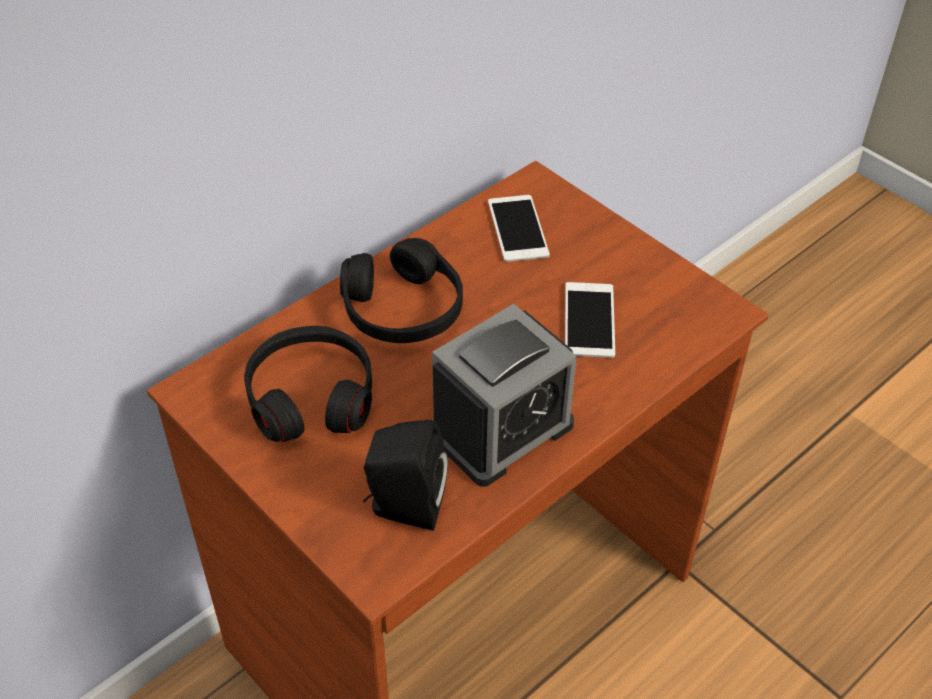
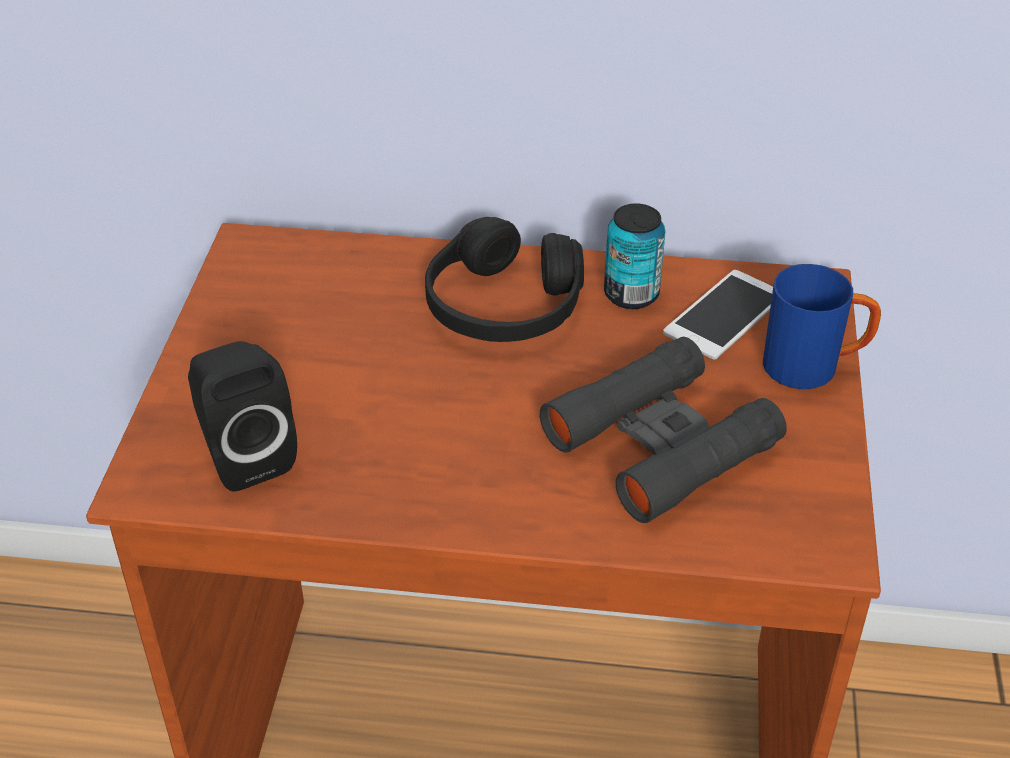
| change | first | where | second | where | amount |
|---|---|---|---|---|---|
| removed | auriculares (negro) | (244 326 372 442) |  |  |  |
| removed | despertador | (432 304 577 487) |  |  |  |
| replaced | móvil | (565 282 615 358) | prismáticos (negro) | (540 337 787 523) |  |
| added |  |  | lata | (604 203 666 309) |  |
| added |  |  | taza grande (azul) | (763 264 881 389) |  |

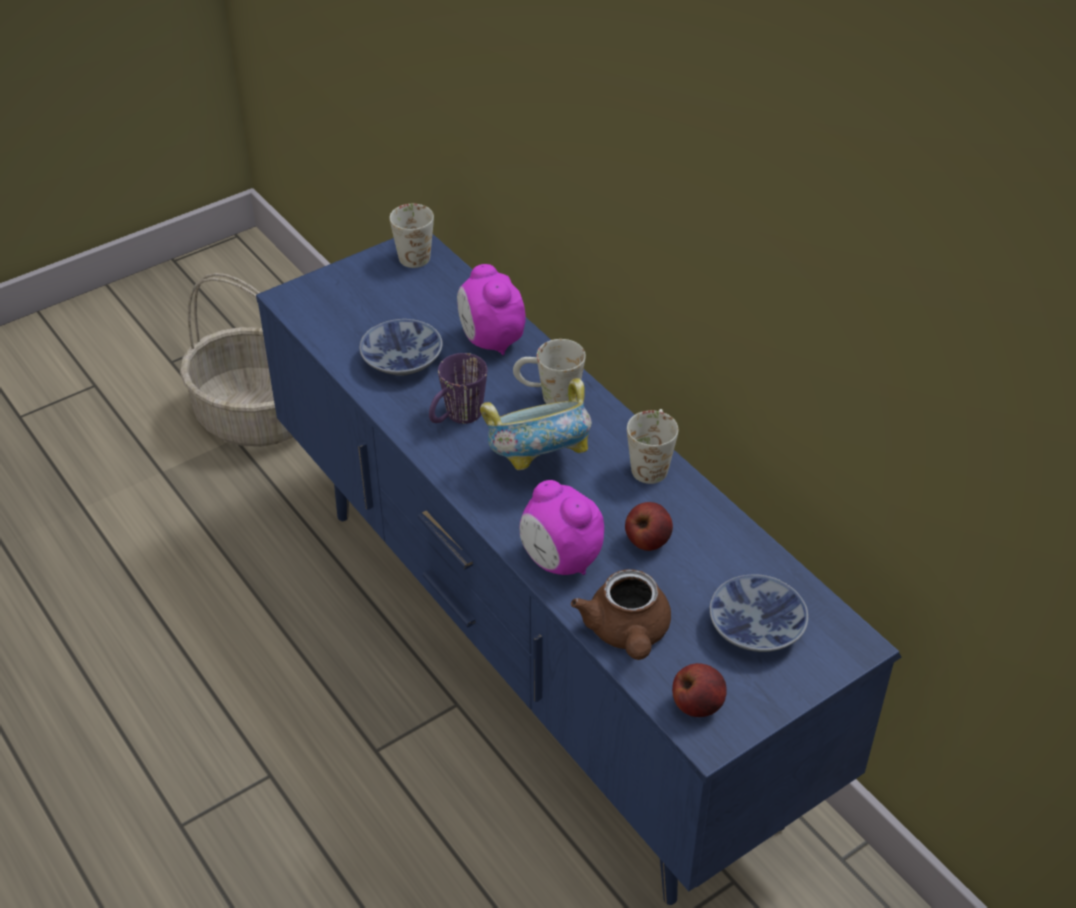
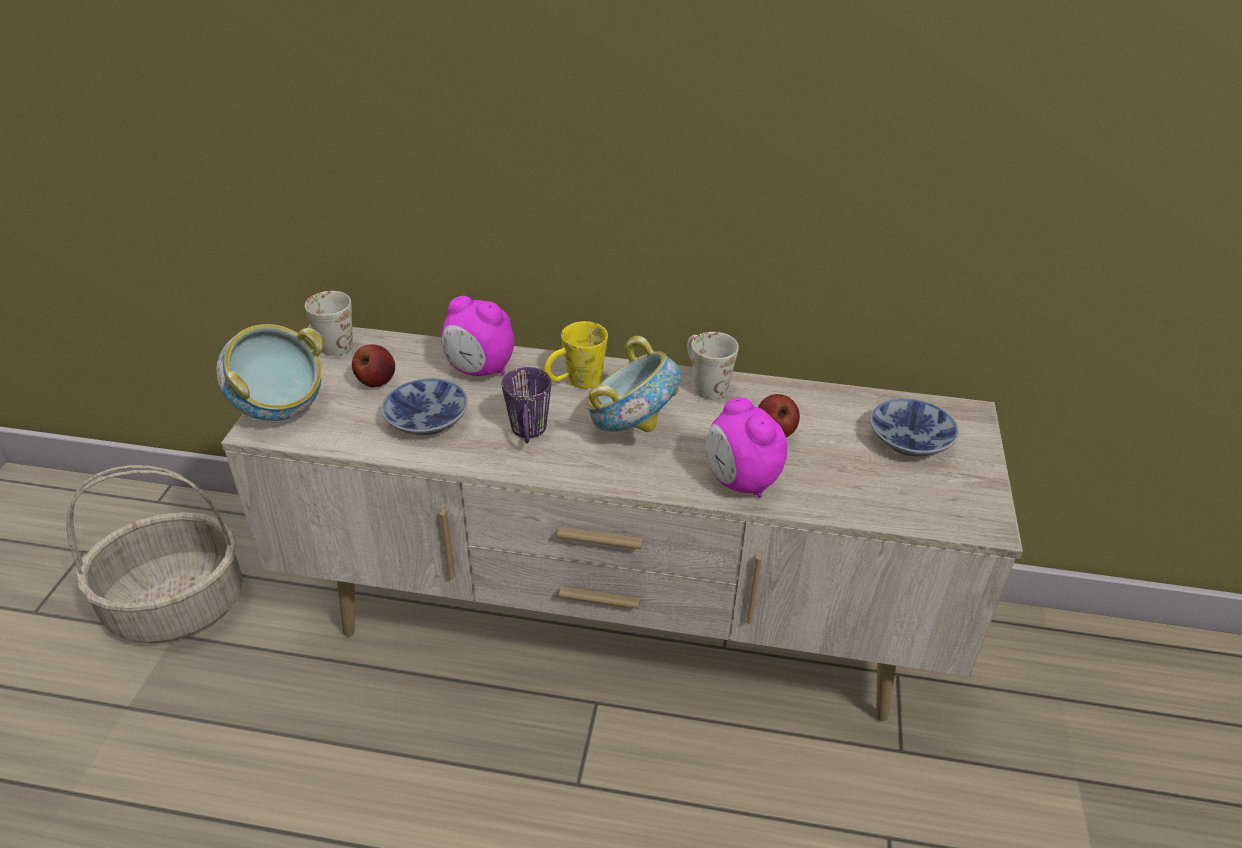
| change | first | where | second | where | amount |
|---|---|---|---|---|---|
| recoloured | mueble de televisión (azul) | (256 234 902 905) | mueble de televisión (beis) | (221 323 1023 721) |  |
| recoloured | taza grande (blanco) | (513 339 586 404) | taza grande (amarillo) | (544 321 608 388) |  |
| turned | despertador | (520 480 604 575) |  | (706 398 787 498) | 60 degrees clockwise |
| removed | tetera (marrón) | (571 569 671 660) |  |  |  |
| moved | manzana | (672 663 727 717) |  | (352 345 395 387) |  |
| added |  |  | cuenco | (216 324 323 421) |  |

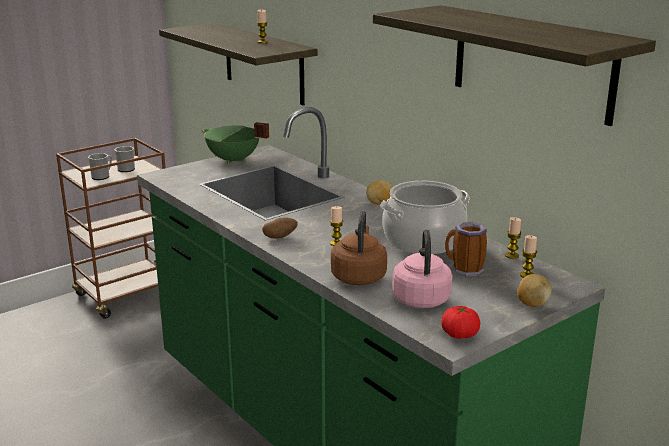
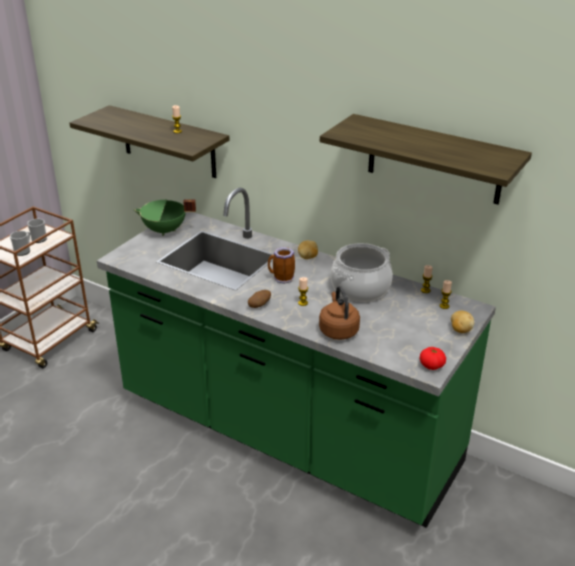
| change | first | where | second | where | amount |
|---|---|---|---|---|---|
| removed | hervidor (rosa) | (392 229 452 308) |  |  |  |
| moved | taza grande | (445 222 487 276) |  | (268 247 295 284) |  |

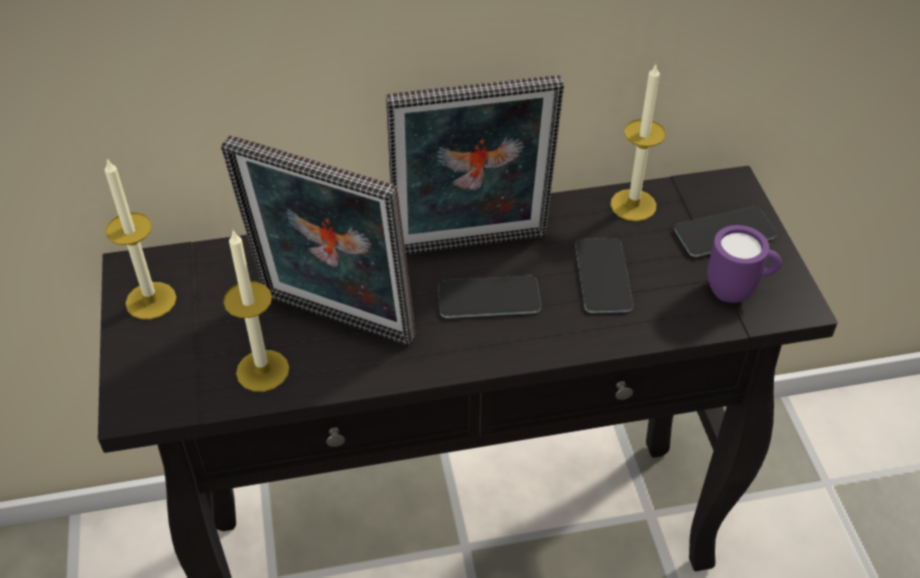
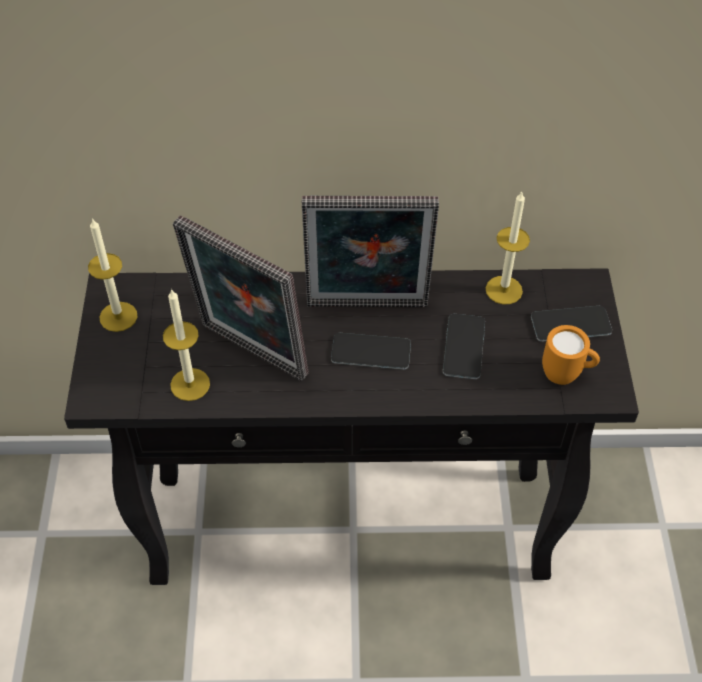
| change | first | where | second | where | amount |
|---|---|---|---|---|---|
| recoloured | taza grande (morado) | (707 225 782 303) | taza grande (naranja) | (542 325 600 385) |  |

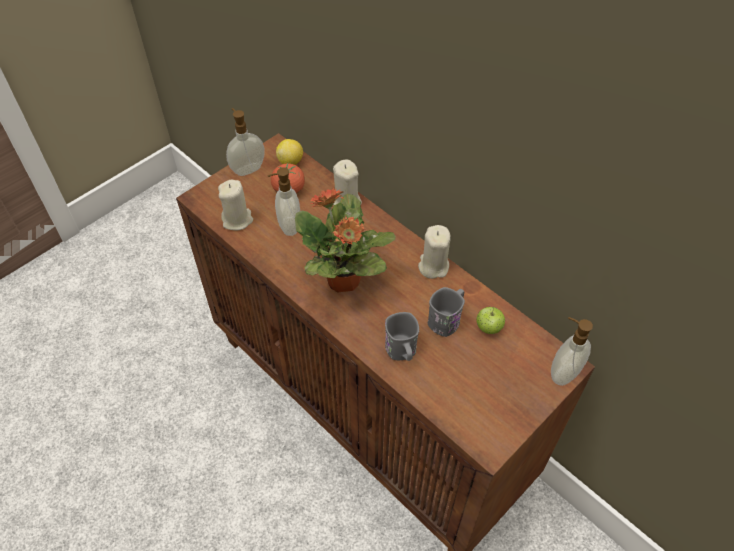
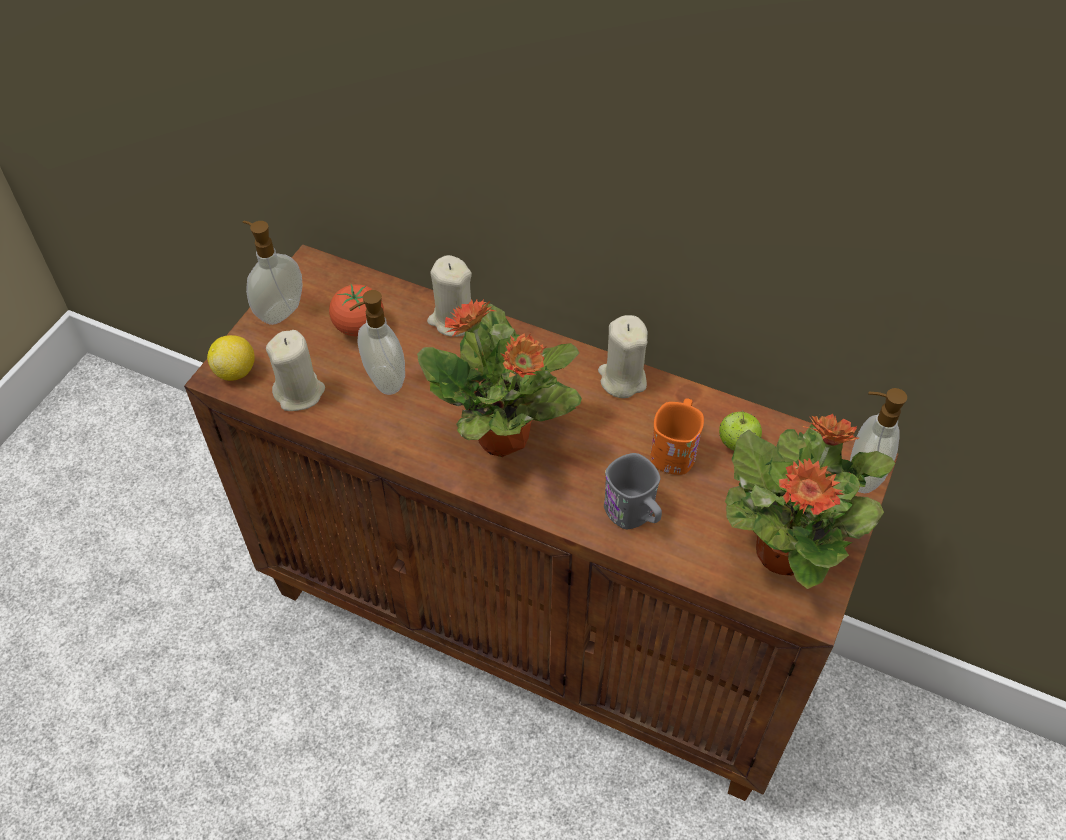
| change | first | where | second | where | amount |
|---|---|---|---|---|---|
| moved | limón | (276 139 303 165) |  | (207 335 255 381) |  |
| recoloured | taza grande (gris) | (428 287 465 337) | taza grande (naranja) | (650 398 704 475) |  |
| added |  |  | planta en maceta | (725 414 895 589) |  |

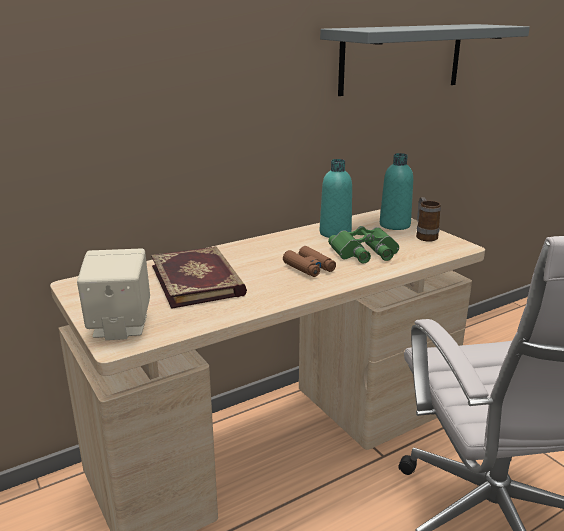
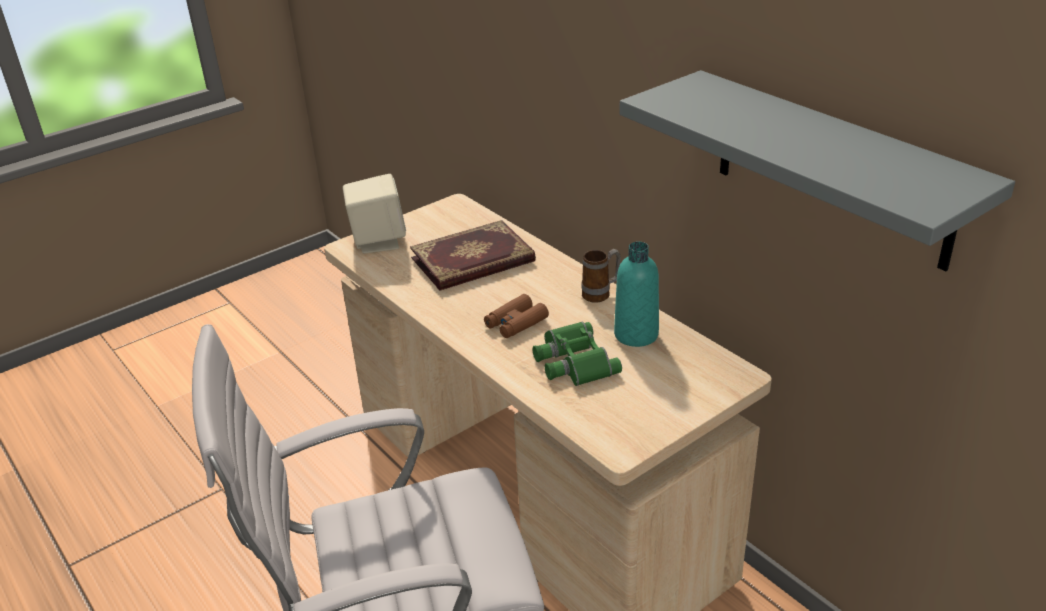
| change | first | where | second | where | amount |
|---|---|---|---|---|---|
| removed | botella (turquesa) | (380 153 413 230) |  |  |  |
| moved | taza grande | (416 197 441 242) |  | (581 249 621 303) |  |

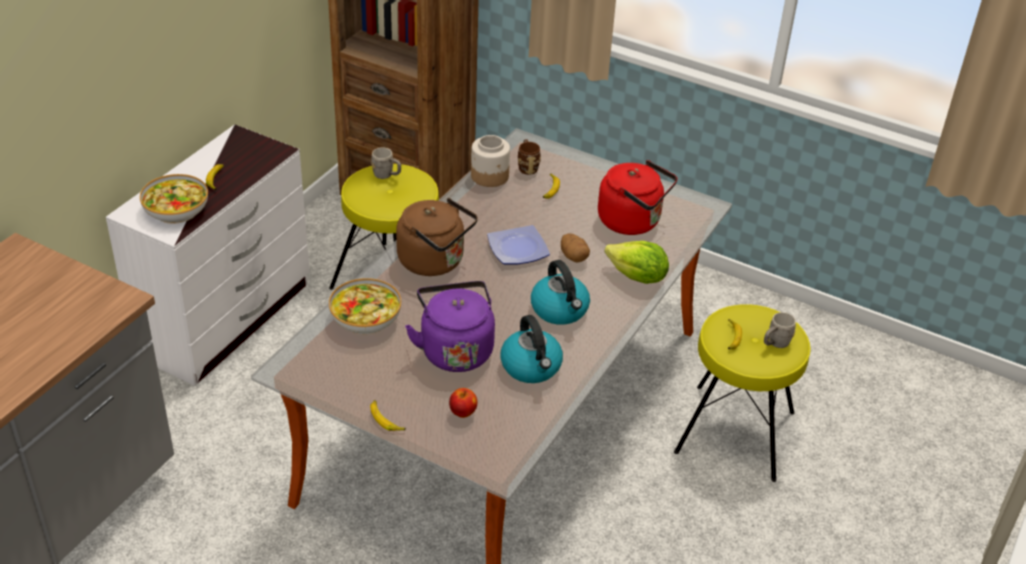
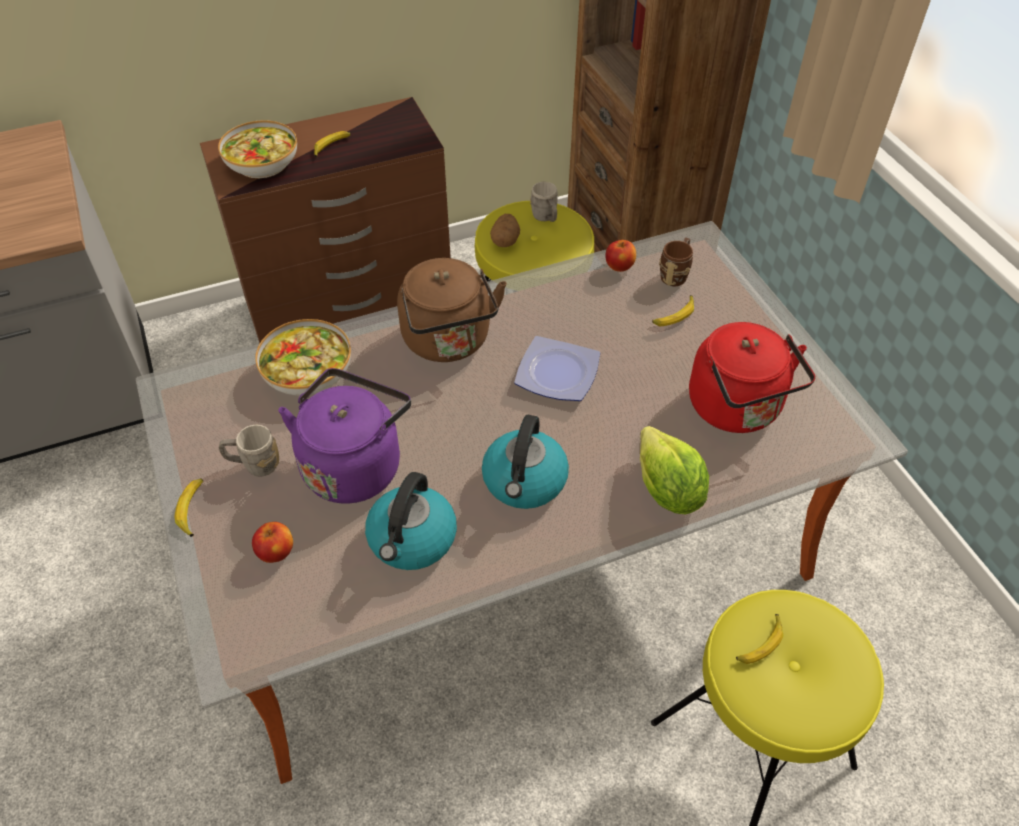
| change | first | where | second | where | amount |
|---|---|---|---|---|---|
| recoloured | cómoda (blanco) | (106 124 310 386) | cómoda (marrón) | (200 97 451 343) |  |
| replaced | tarro | (471 135 510 187) | manzana | (605 240 636 272) |  |
| moved | patata | (561 233 590 263) |  | (490 214 520 247) |  |
| moved | taza grande (gris) | (764 312 796 348) |  | (219 425 279 477) |  |

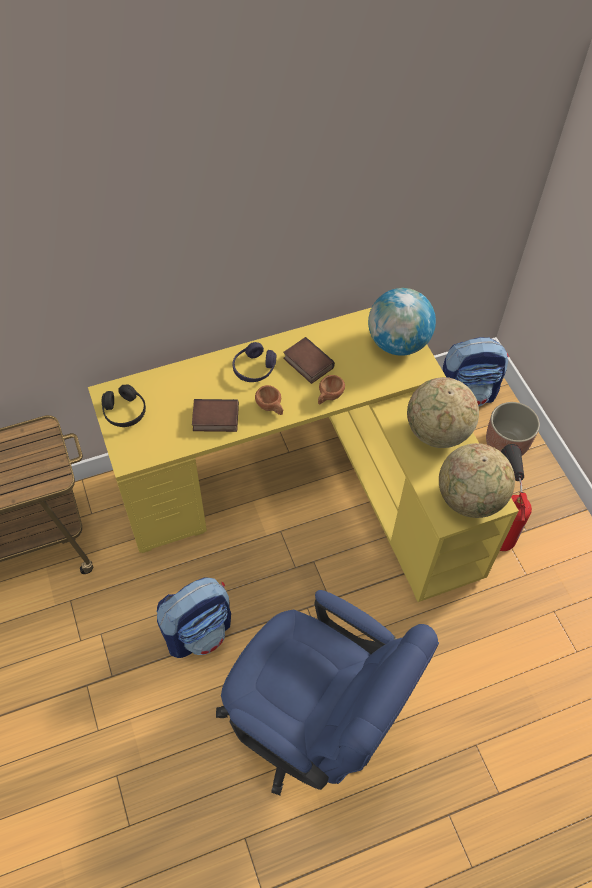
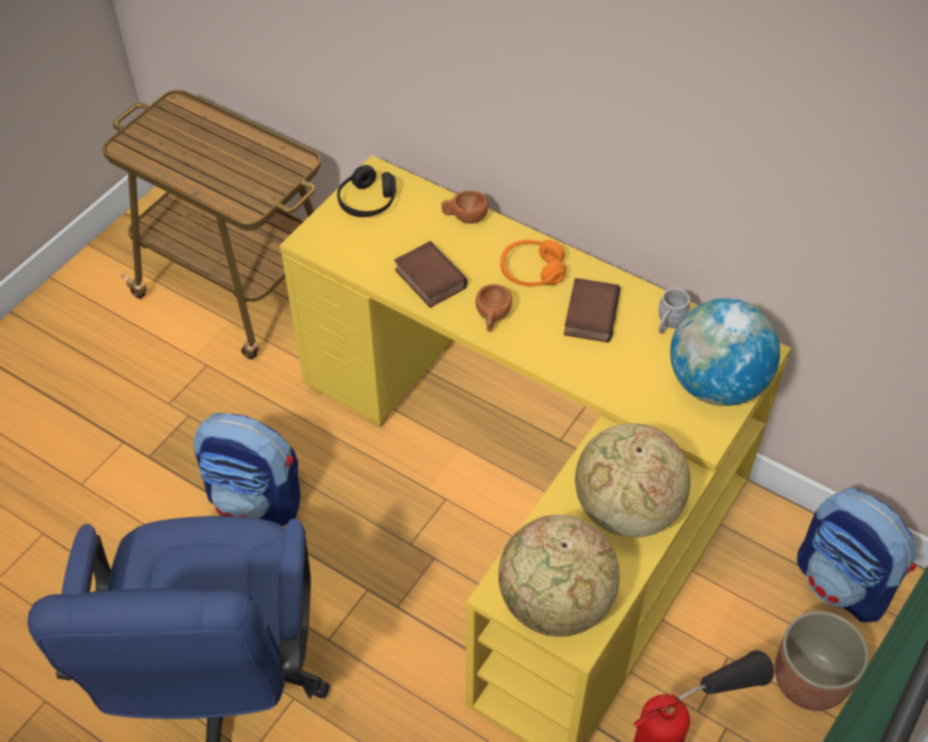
| change | first | where | second | where | amount |
|---|---|---|---|---|---|
| recoloured | auriculares (morado) | (233 342 276 382) | auriculares (naranja) | (500 239 566 287) |  |
| moved | taza (marrón) | (318 375 345 404) |  | (441 191 488 224) |  |
| added |  |  | taza grande (gris) | (659 288 690 334) |  |

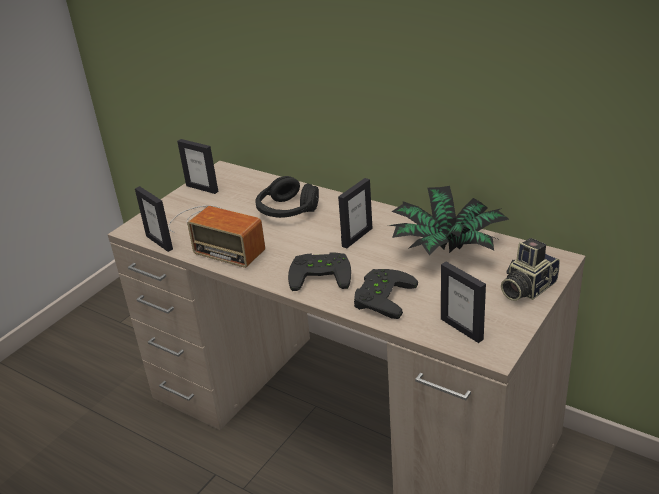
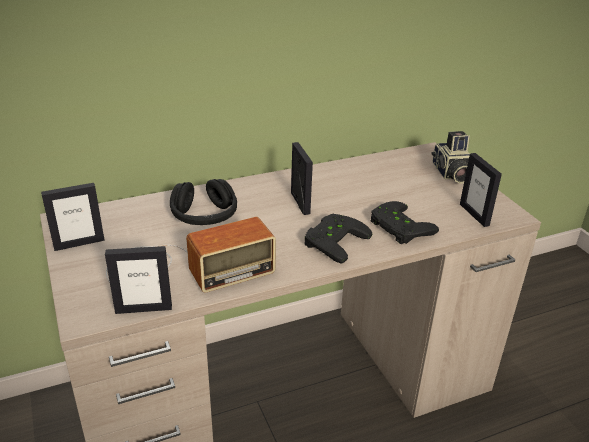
| change | first | where | second | where | amount |
|---|---|---|---|---|---|
| removed | planta en maceta | (388 186 509 256) |  |  |  |
| turned | portarretratos | (441 262 486 343) |  | (460 153 502 227) | 75 degrees clockwise |

